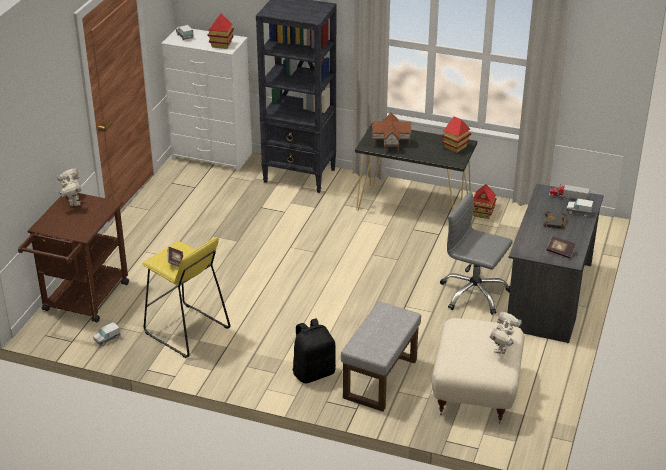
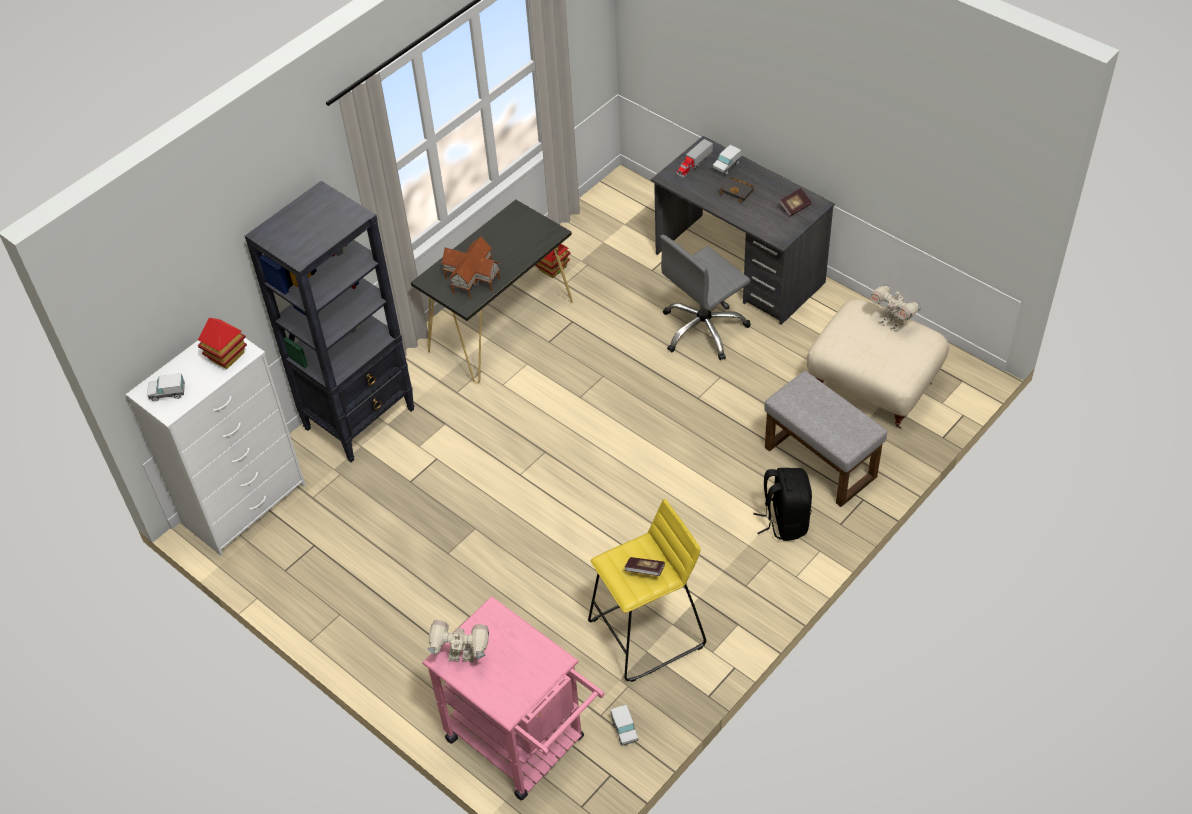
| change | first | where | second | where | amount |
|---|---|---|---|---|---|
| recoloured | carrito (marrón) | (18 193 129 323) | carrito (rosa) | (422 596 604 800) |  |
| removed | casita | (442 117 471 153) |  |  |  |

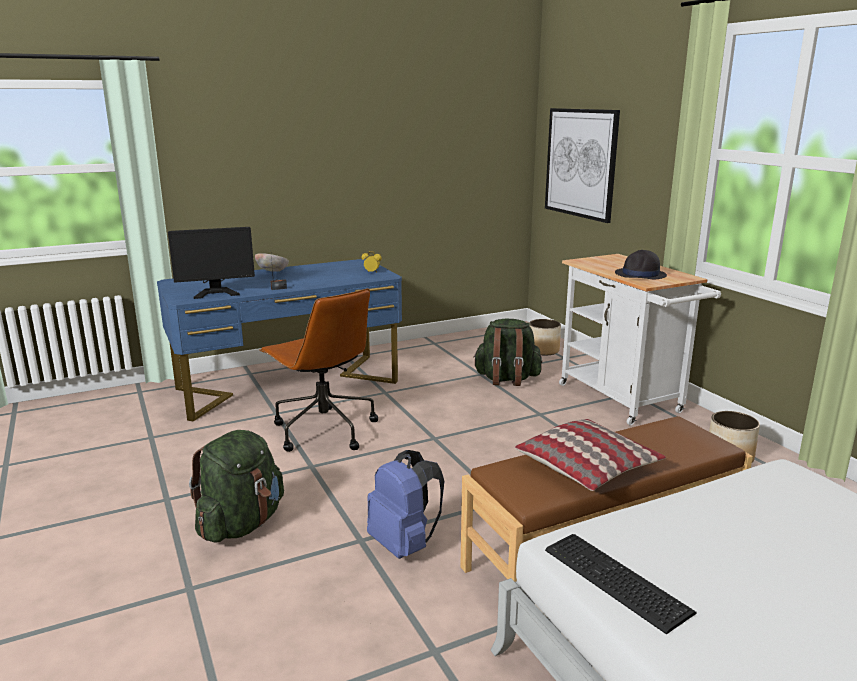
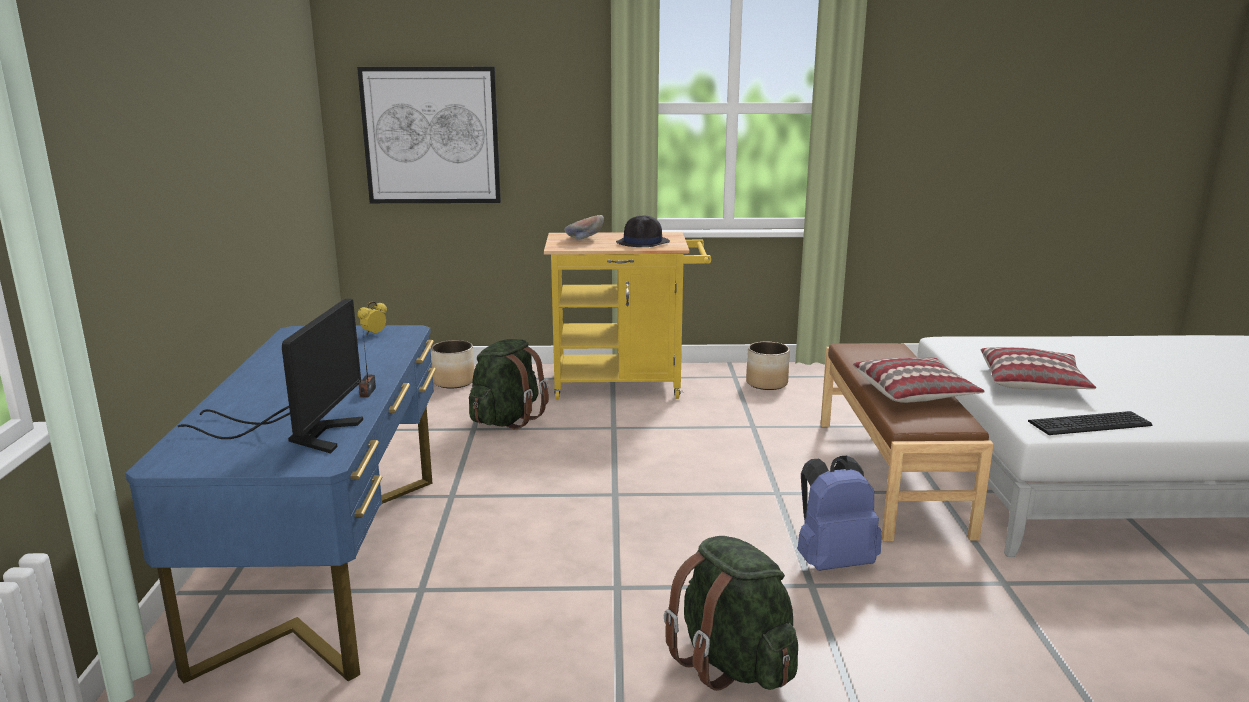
| change | first | where | second | where | amount |
|---|---|---|---|---|---|
| moved | cuenco | (255 253 289 272) |  | (564 215 604 240) |  |
| removed | silla de oficina (marrón) | (259 288 378 452) |  |  |  |
| recoloured | carrito (blanco) | (559 254 721 426) | carrito (amarillo) | (544 232 711 400) |  |
| added |  |  | cojín | (981 347 1096 390) |  |

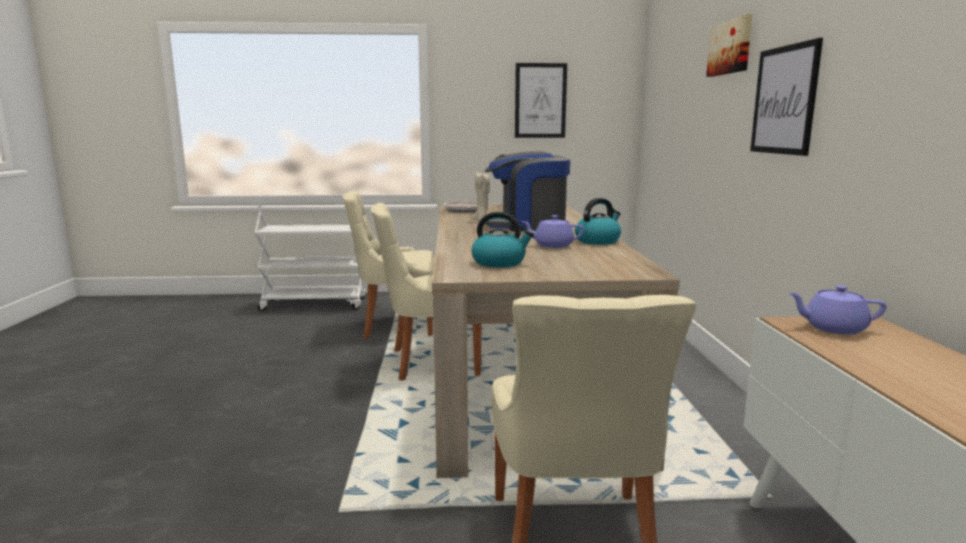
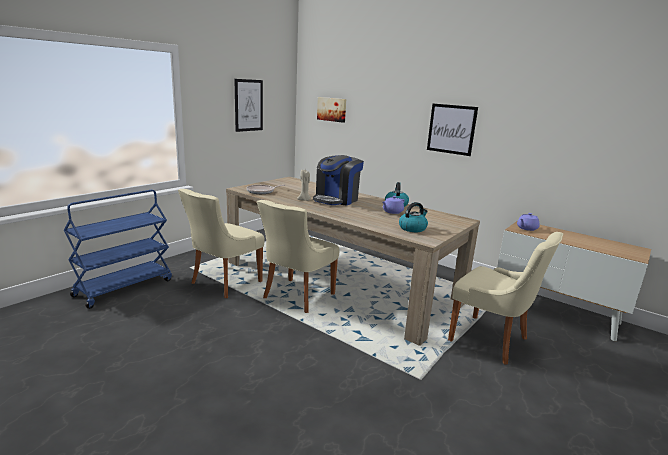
| change | first | where | second | where | amount |
|---|---|---|---|---|---|
| recoloured | carrito (blanco) | (255 195 366 311) | carrito (azul) | (64 190 172 309) |  |
| moved | cuadro | (706 14 752 77) |  | (317 97 346 123) |  |

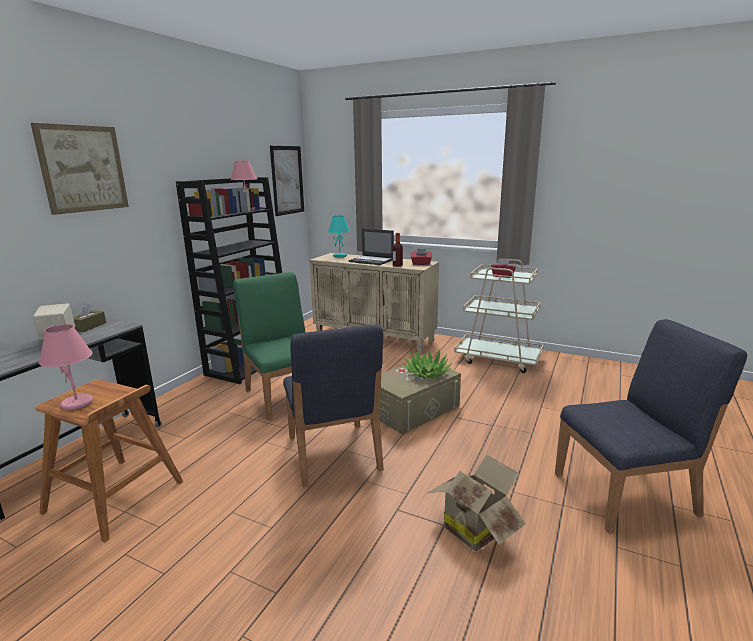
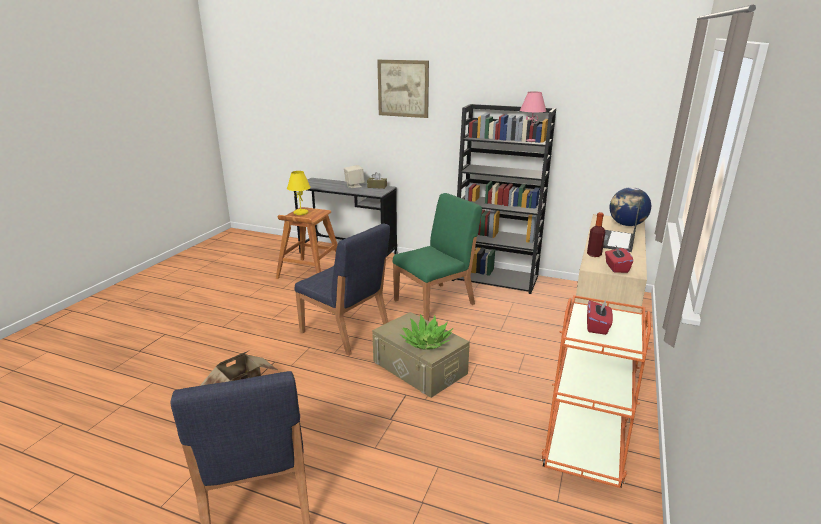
| change | first | where | second | where | amount |
|---|---|---|---|---|---|
| recoloured | lámpara de mesa (rosa) | (39 324 93 410) | lámpara de mesa (amarillo) | (287 171 311 215) |  |
| removed | cuadro | (270 146 304 216) |  |  |  |
| turned | silla (azul) | (283 324 384 487) |  | (295 224 390 356) | 120 degrees counterclockwise |
| replaced | lámpara de mesa (turquesa) | (328 216 350 257) | globo terráqueo | (610 187 651 226) |  |
| recoloured | carrito (beis) | (454 259 544 373) | carrito (naranja) | (541 295 651 488) |  |

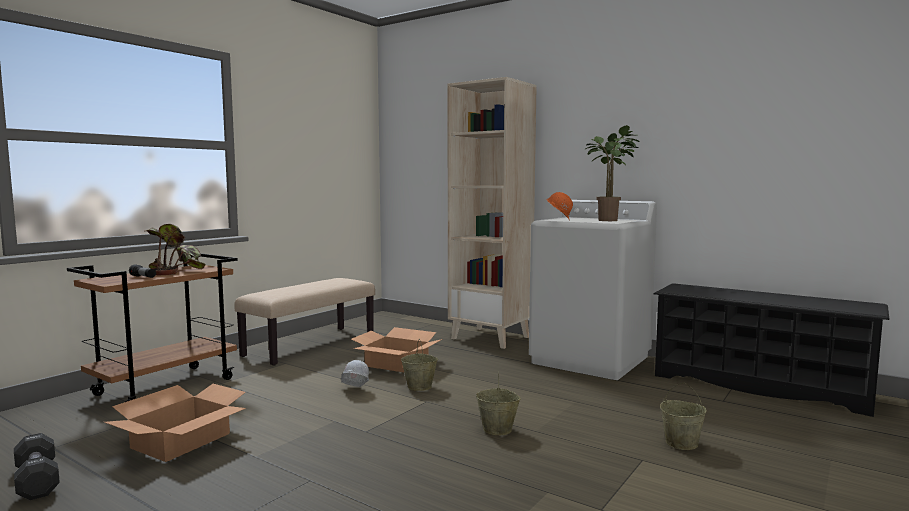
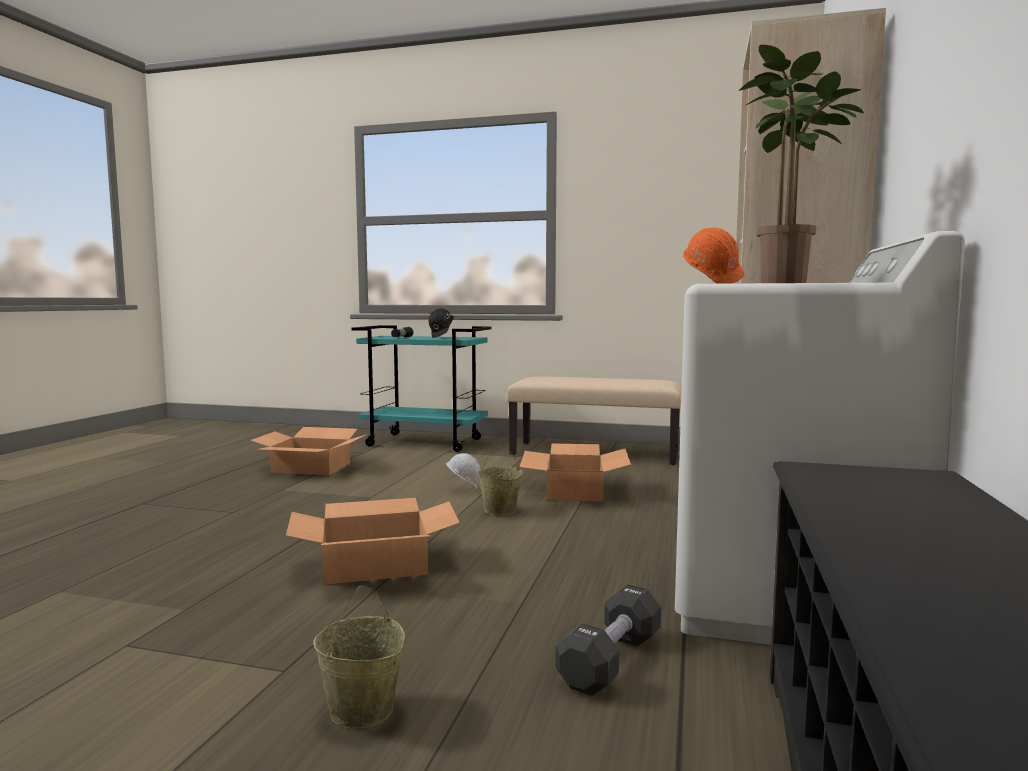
| change | first | where | second | where | amount |
|---|---|---|---|---|---|
| moved | mancuerna (negro) | (14 433 60 500) |  | (555 584 661 696) |  |
| recoloured | carrito (marrón) | (67 253 238 402) | carrito (turquesa) | (351 325 492 452) |  |
| replaced | planta en maceta | (144 224 205 275) | casco (negro) | (429 308 454 338) |  |
| replaced | cubo (beis) | (476 372 521 435) | caja de cartón | (286 498 460 585) |  |

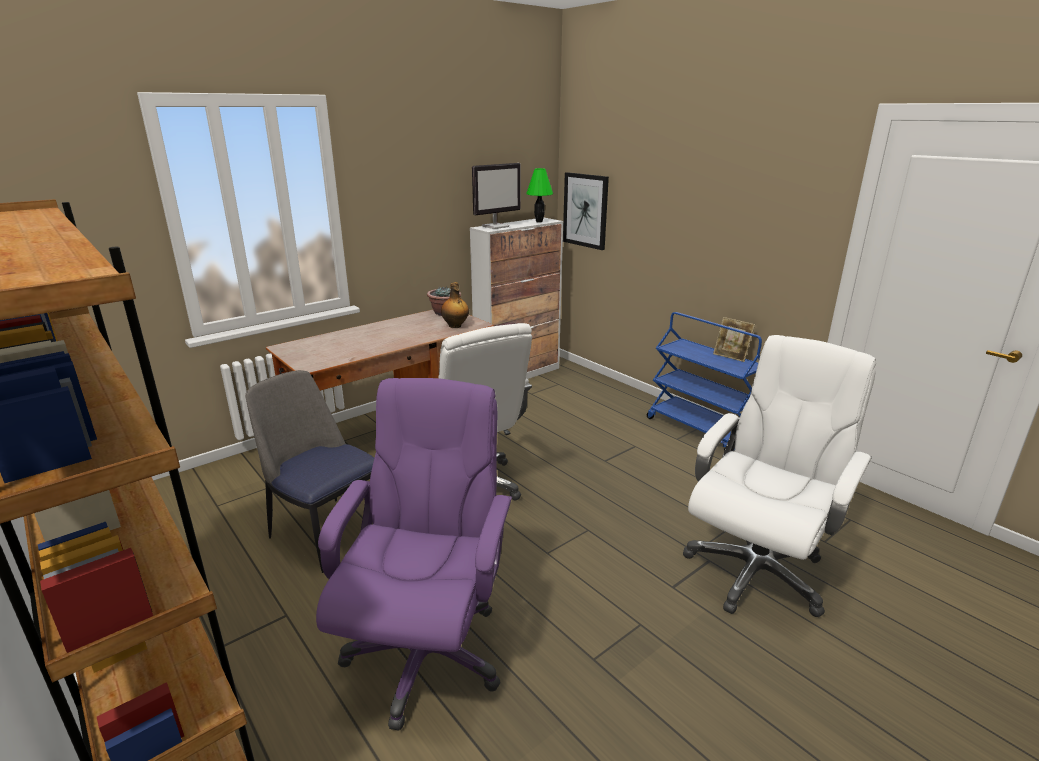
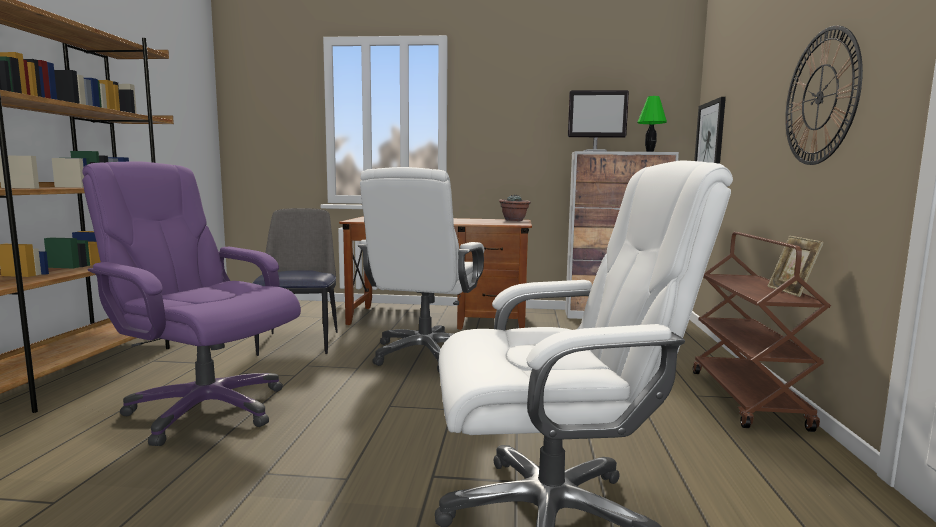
| change | first | where | second | where | amount |
|---|---|---|---|---|---|
| turned | silla de oficina (morado) | (316 378 512 731) |  | (82 161 301 446) | 120 degrees counterclockwise |
| removed | botella | (441 282 469 328) |  |  |  |
| recoloured | carrito (azul) | (647 312 762 451) | carrito (marrón) | (693 232 831 432) |  |
| added |  |  | reloj de pared | (785 26 863 165) |  |

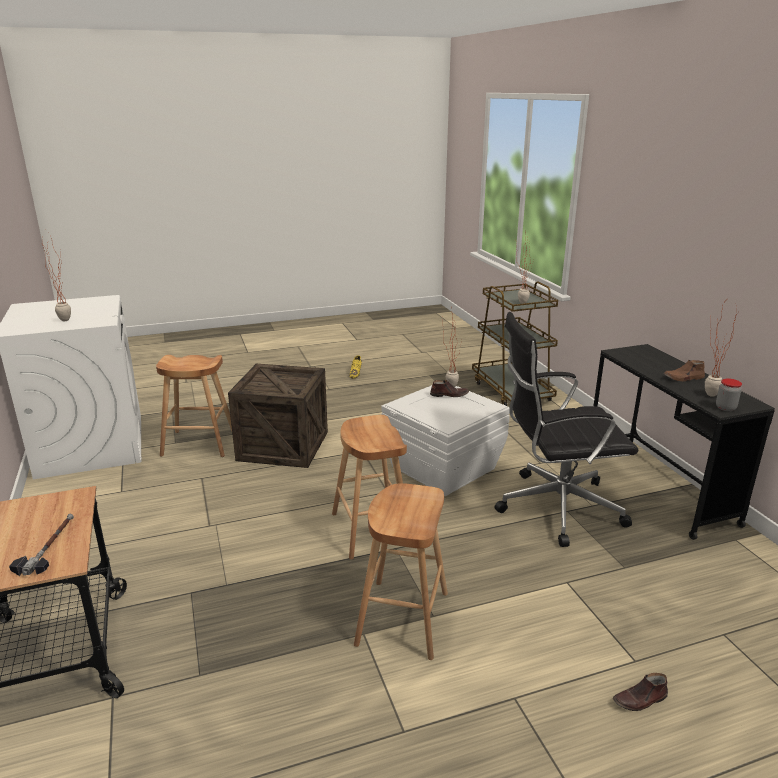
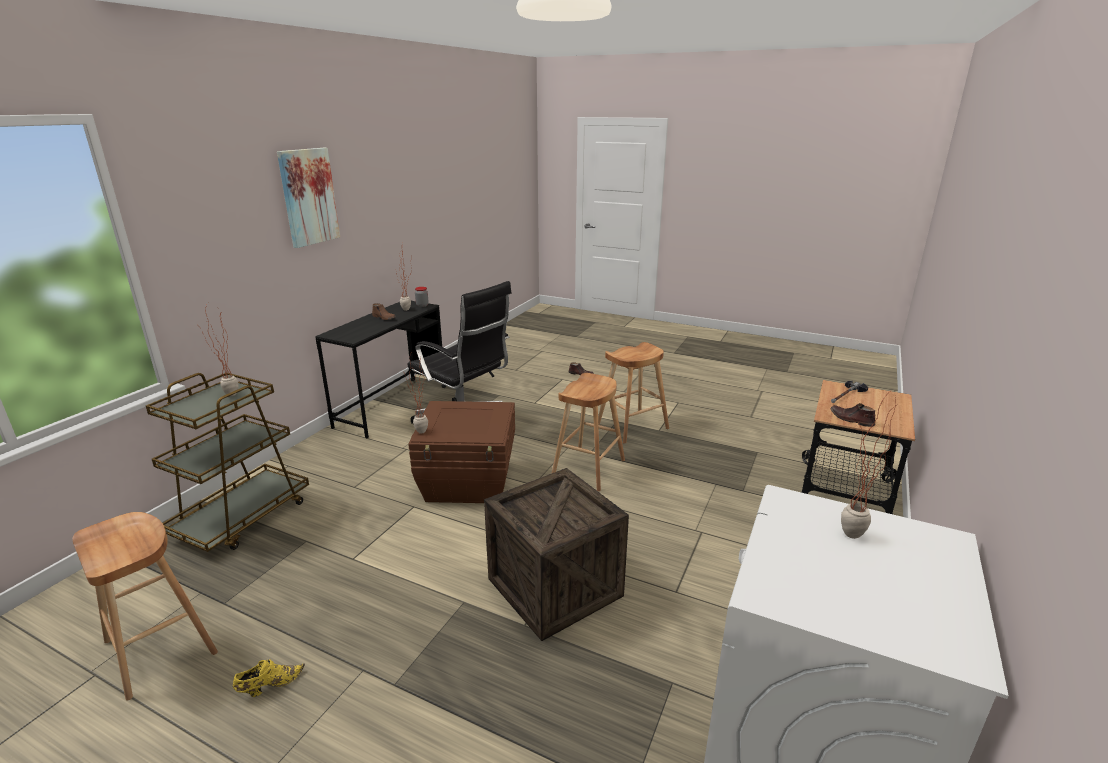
| change | first | where | second | where | amount |
|---|---|---|---|---|---|
| moved | taburete (marrón) | (156 355 232 457) |  | (73 512 218 700) |  |
| recoloured | caja de almacenaje (blanco) | (381 385 510 496) | caja de almacenaje (marrón) | (408 401 515 503) |  |
| moved | zapato (marrón) | (430 380 469 397) |  | (831 403 875 427) |  |
| added |  |  | cuadro | (277 148 340 248) |  |

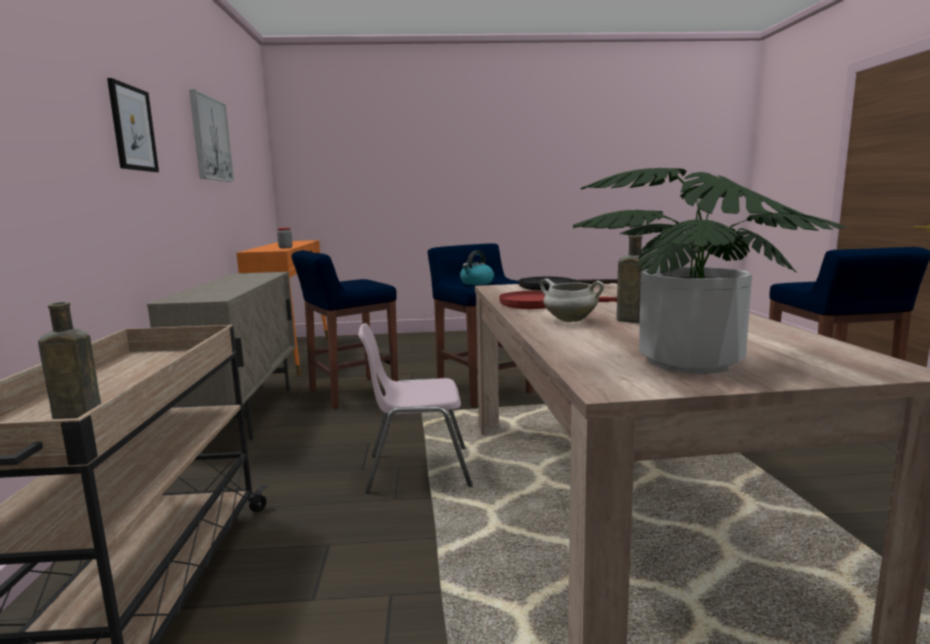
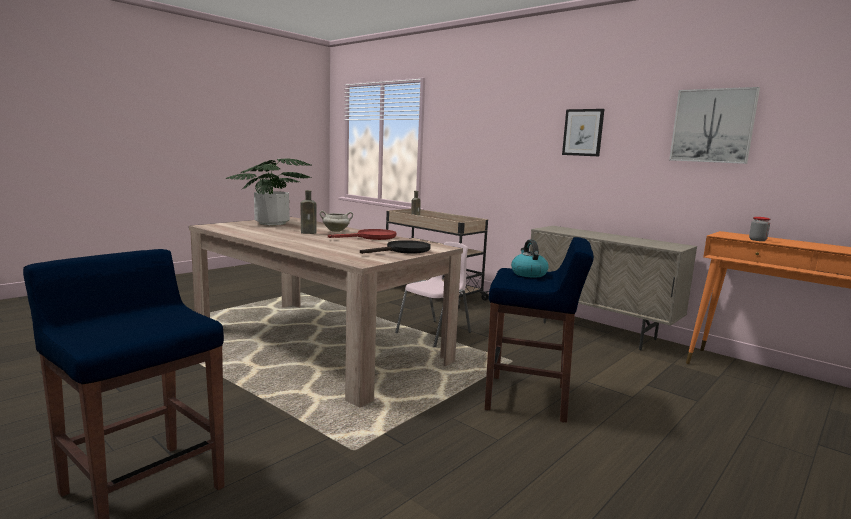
| change | first | where | second | where | amount |
|---|---|---|---|---|---|
| removed | taburete (azul) | (291 250 398 409) |  |  |  |

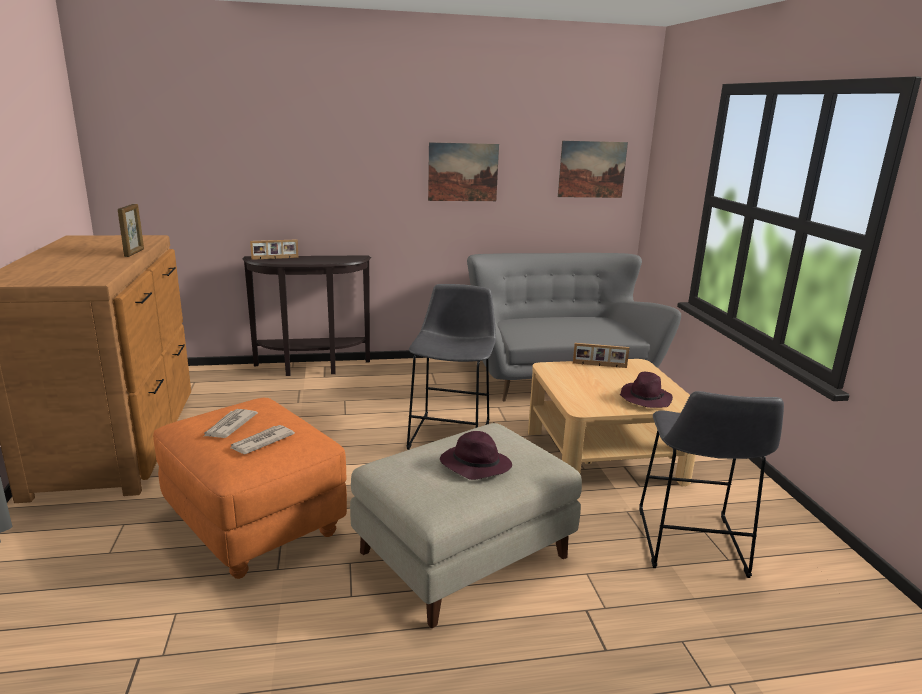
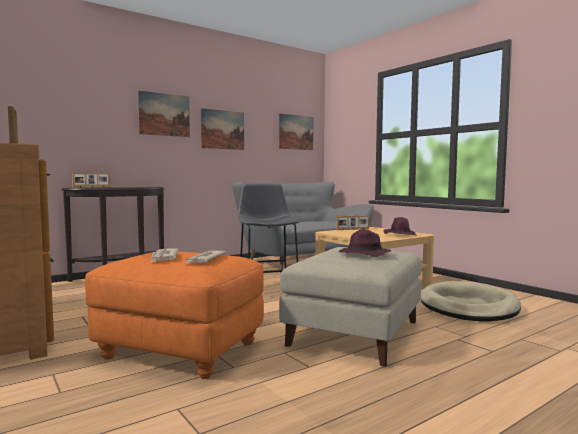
| change | first | where | second | where | amount |
|---|---|---|---|---|---|
| replaced | taburete (gris) | (639 391 784 578) | cama para perro (beis) | (421 281 521 322) |  |
| added |  |  | cuadro | (138 90 190 137) |  |

